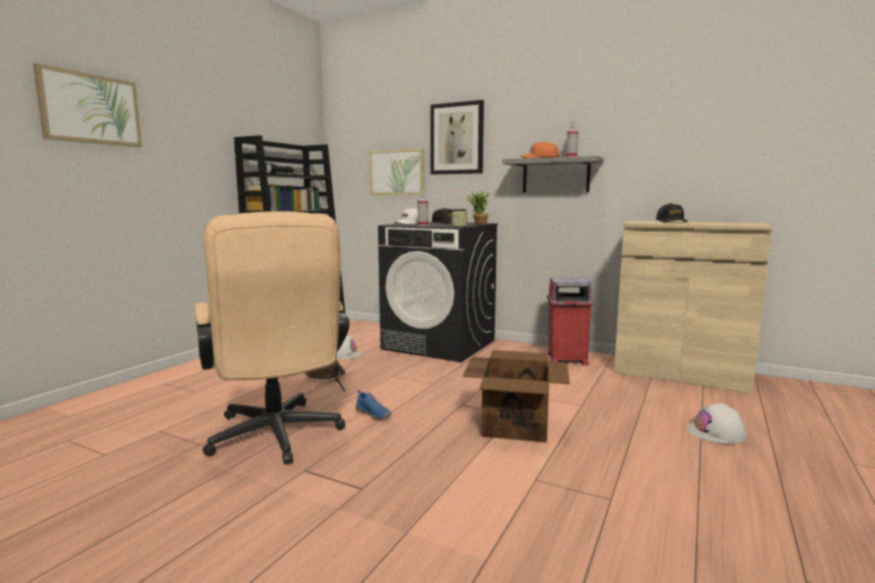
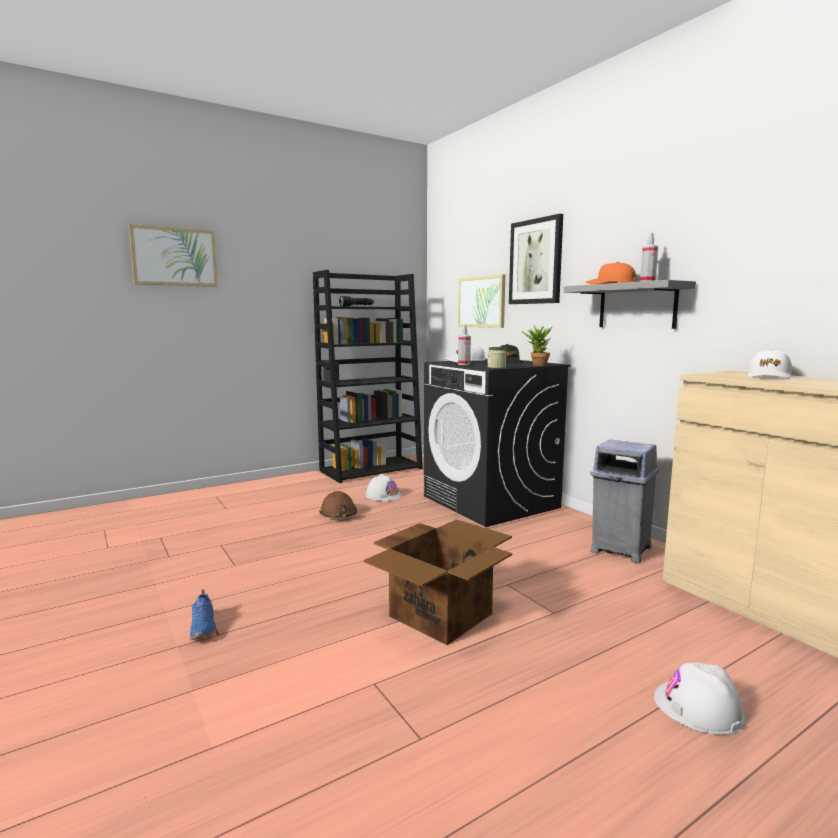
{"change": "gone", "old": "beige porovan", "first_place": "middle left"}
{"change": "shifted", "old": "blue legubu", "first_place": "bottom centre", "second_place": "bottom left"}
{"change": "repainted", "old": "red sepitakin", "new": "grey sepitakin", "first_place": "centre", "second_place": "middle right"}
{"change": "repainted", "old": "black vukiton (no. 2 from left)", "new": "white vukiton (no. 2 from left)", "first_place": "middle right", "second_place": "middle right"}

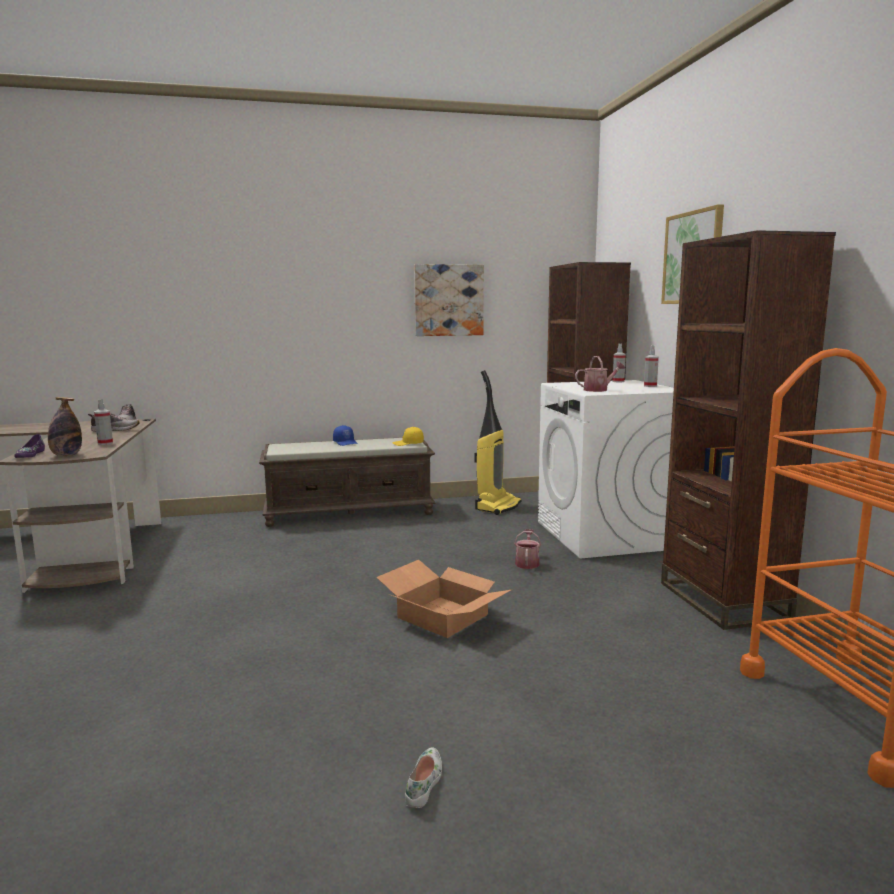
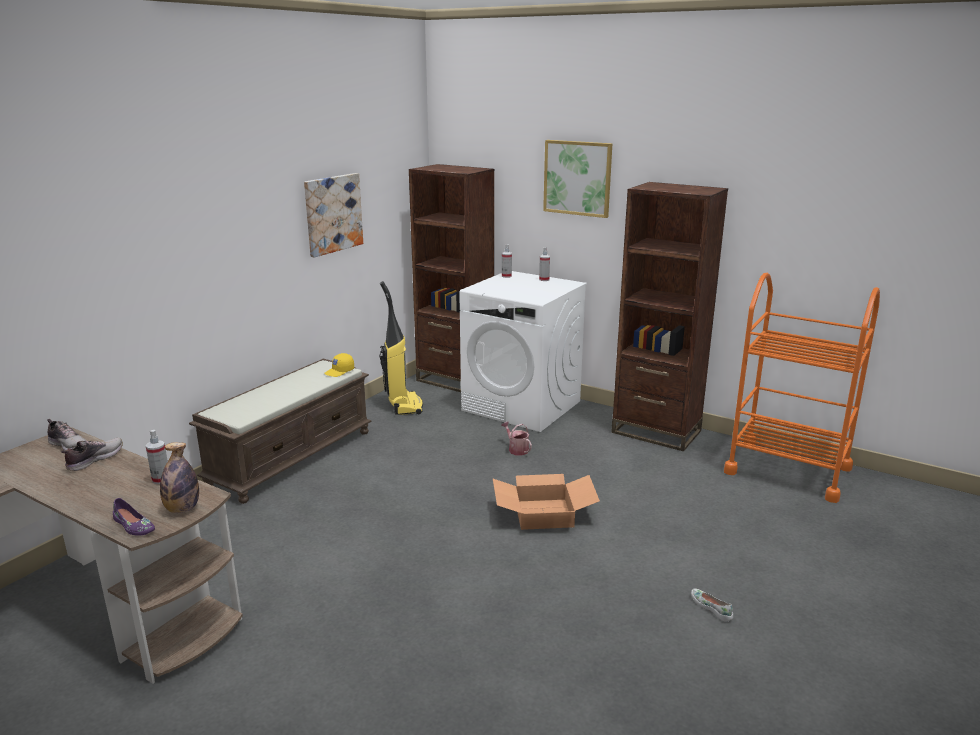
{"change": "gone", "old": "blue vukiton", "first_place": "centre"}
{"change": "gone", "old": "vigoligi (no. 2 from left)", "first_place": "middle right"}

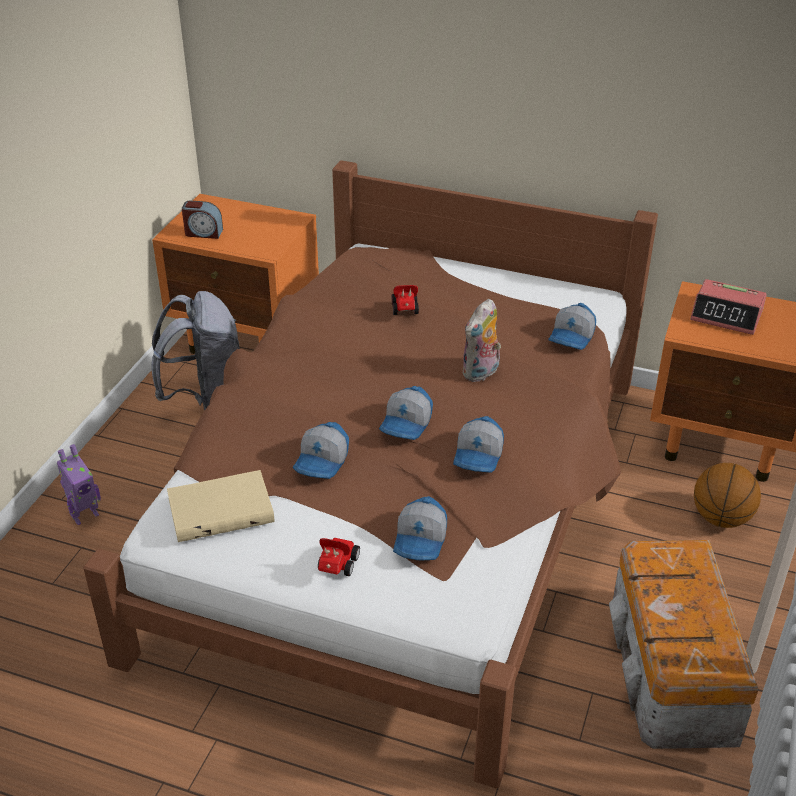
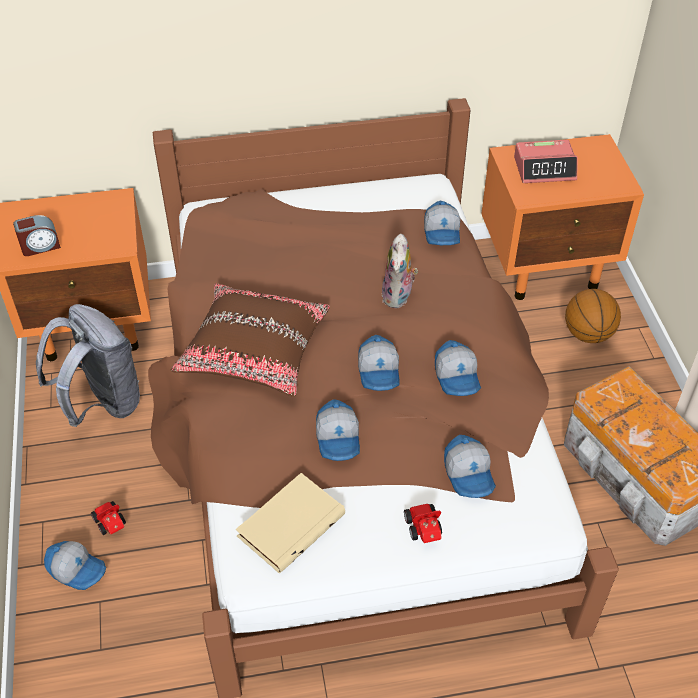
{"change": "swapped", "old": "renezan", "new": "vukiton (no. 1 from left)", "first_place": "middle left", "second_place": "bottom left"}
{"change": "shifted", "old": "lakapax (no. 2 from left in the first image)", "new": "lakapax (no. 1 from left)", "first_place": "centre", "second_place": "bottom left"}
{"change": "new", "new": "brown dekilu", "second_place": "centre"}

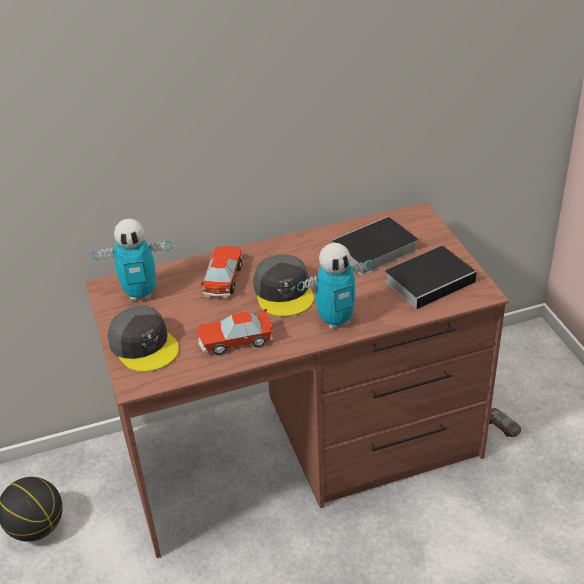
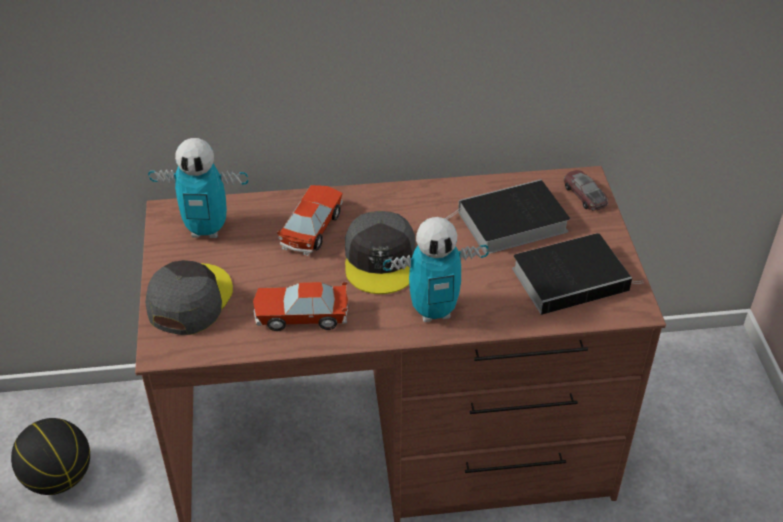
{"change": "rotated", "old": "grey vukiton (no. 1 from left)", "first_place": "middle left", "second_place": "middle left", "degrees": -135}
{"change": "shifted", "old": "lakapax (no. 3 from left)", "first_place": "bottom right", "second_place": "middle right"}

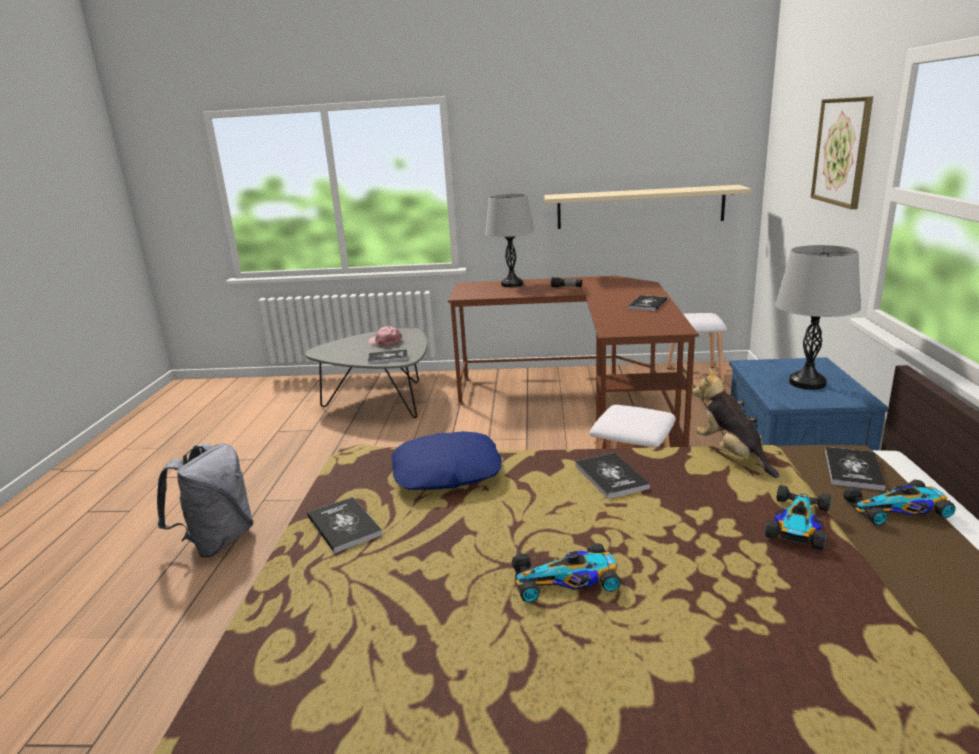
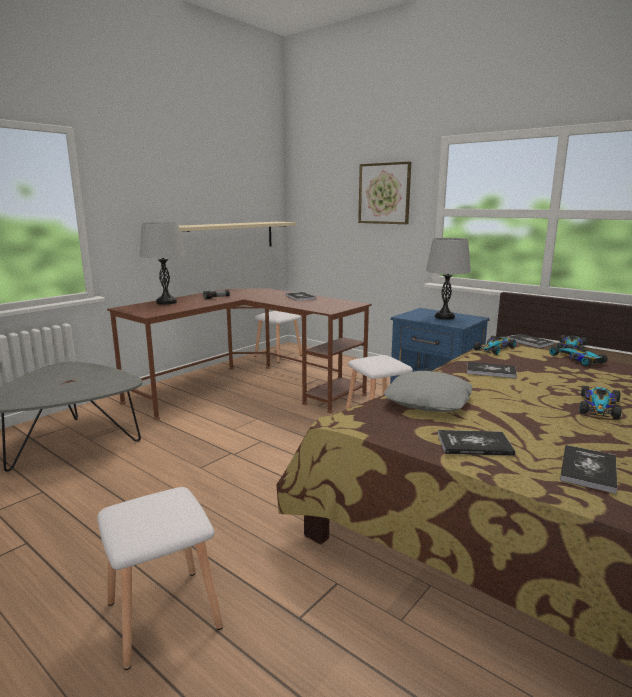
{"change": "swapped", "old": "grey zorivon", "new": "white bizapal (no. 1 from left)", "first_place": "middle left", "second_place": "bottom left"}
{"change": "gone", "old": "pink vukiton", "first_place": "centre"}
{"change": "shifted", "old": "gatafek (no. 2 from left in the first image)", "new": "gatafek (no. 5 from left)", "first_place": "centre", "second_place": "bottom right"}
{"change": "repainted", "old": "blue dekilu", "new": "grey dekilu", "first_place": "centre", "second_place": "middle right"}
{"change": "swapped", "old": "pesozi", "new": "lakapax (no. 1 from left)", "first_place": "middle right", "second_place": "middle right"}

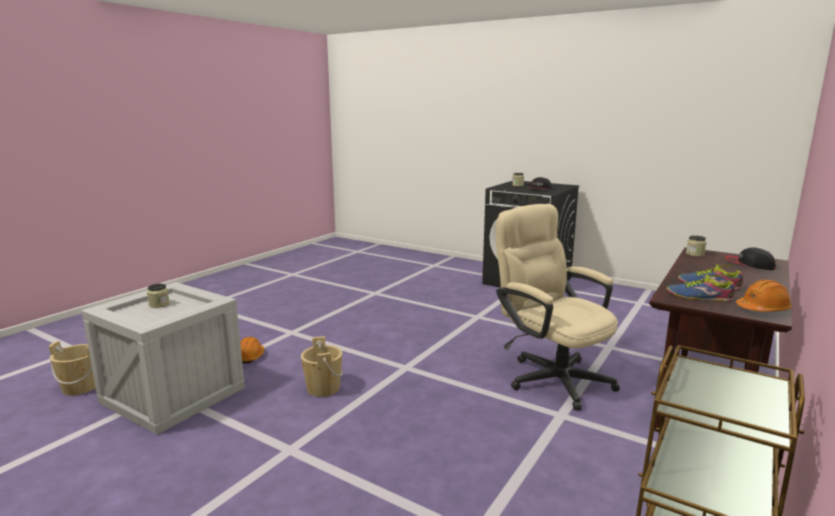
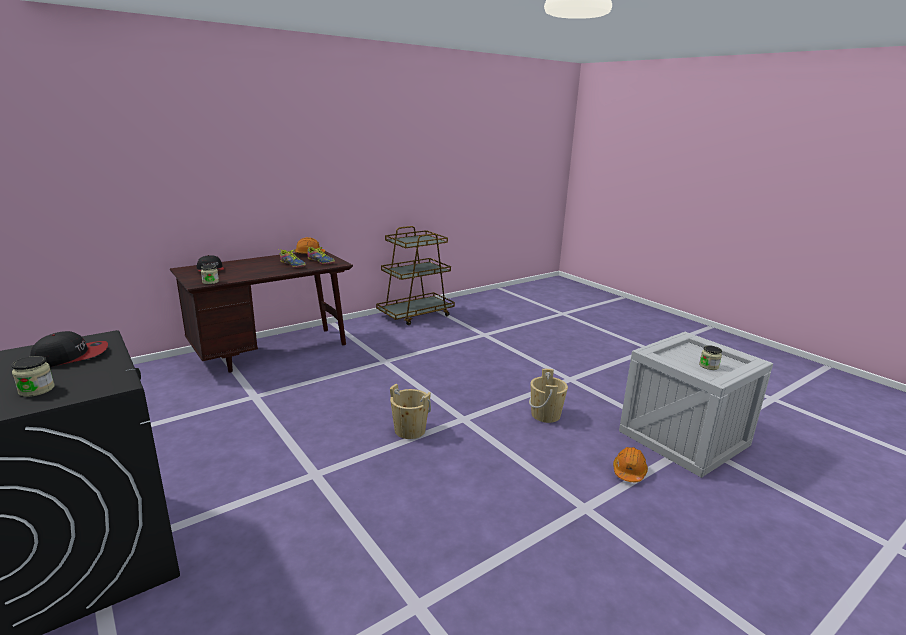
{"change": "shifted", "old": "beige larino (no. 1 from left)", "first_place": "bottom left", "second_place": "centre"}
{"change": "gone", "old": "beige porovan", "first_place": "middle right"}

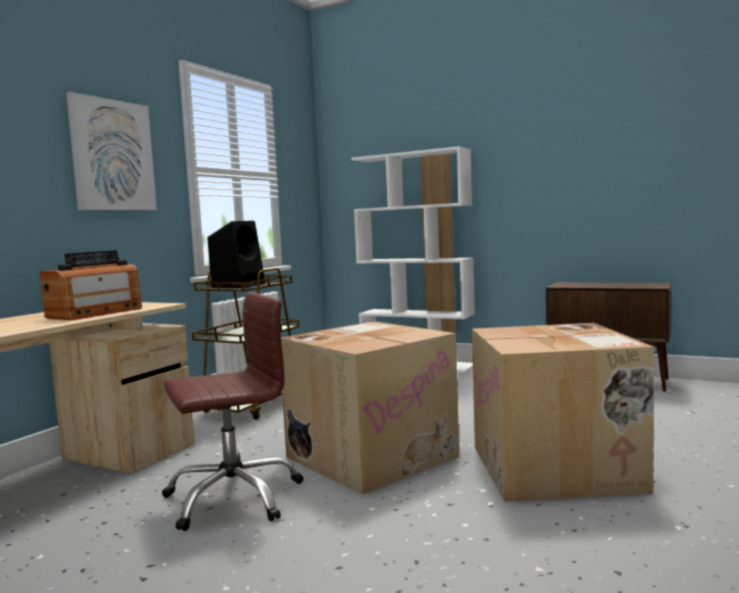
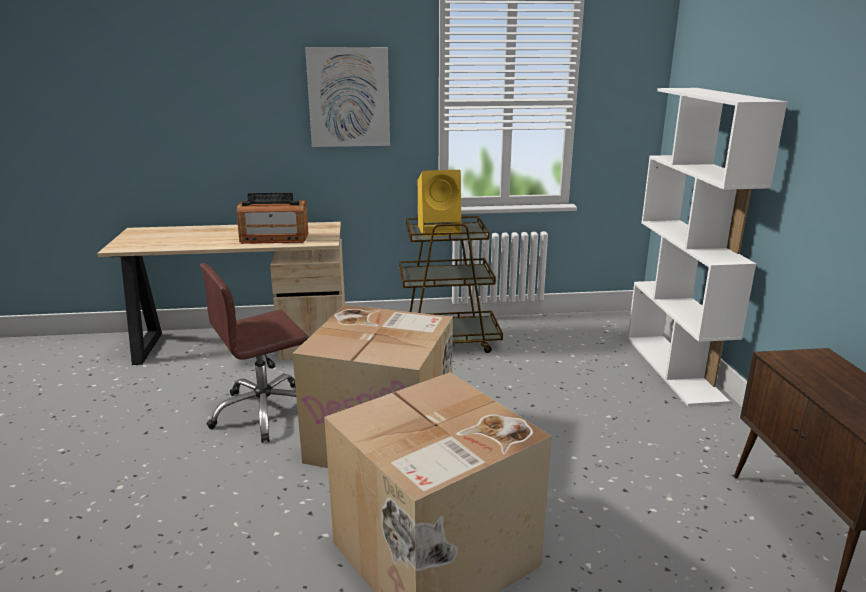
{"change": "rotated", "old": "brown porovan", "first_place": "bottom left", "second_place": "middle left", "degrees": 120}
{"change": "repainted", "old": "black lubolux", "new": "yellow lubolux", "first_place": "middle left", "second_place": "centre"}

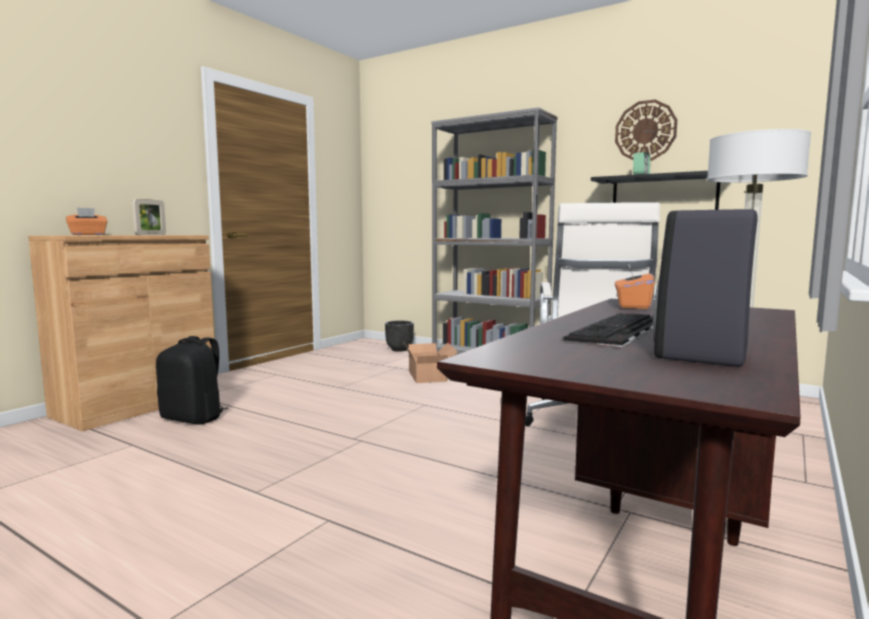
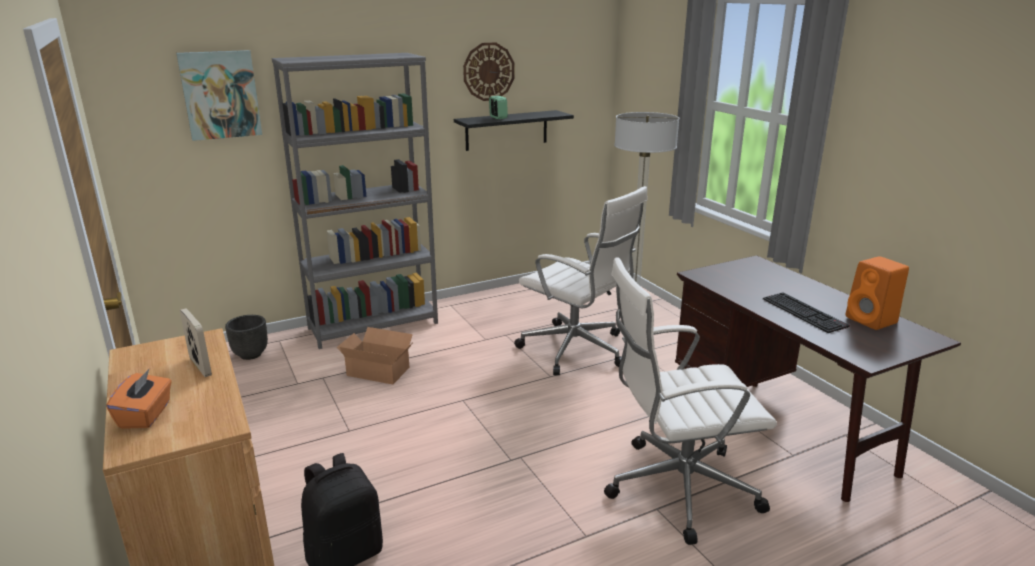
{"change": "gone", "old": "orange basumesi (no. 2 from left)", "first_place": "middle right"}
{"change": "repainted", "old": "black lubolux", "new": "orange lubolux", "first_place": "middle right", "second_place": "middle right"}
{"change": "new", "new": "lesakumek", "second_place": "top left"}
{"change": "new", "new": "white porovan (no. 2 from left)", "second_place": "bottom right"}

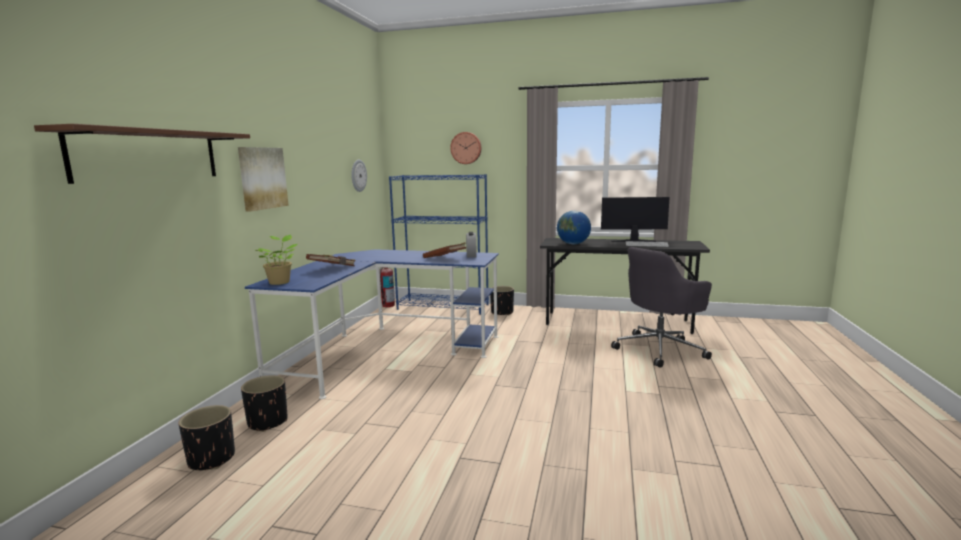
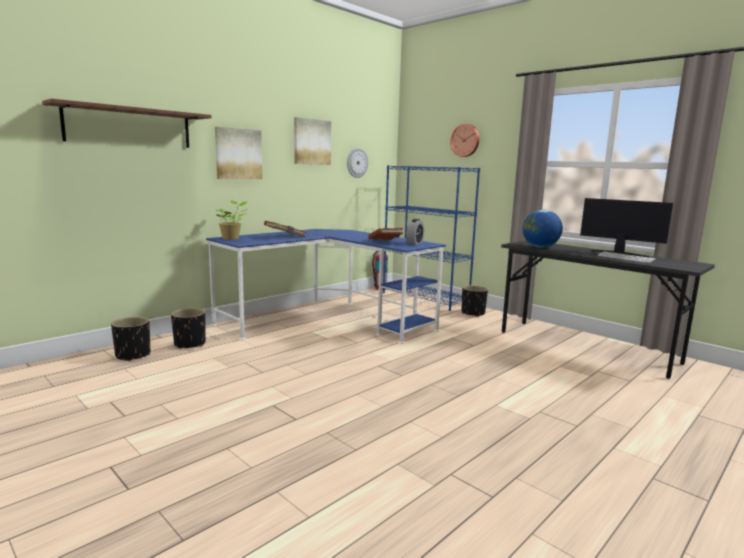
{"change": "gone", "old": "grey porovan", "first_place": "middle right"}
{"change": "new", "new": "lesakumek (no. 2 from left)", "second_place": "top centre"}

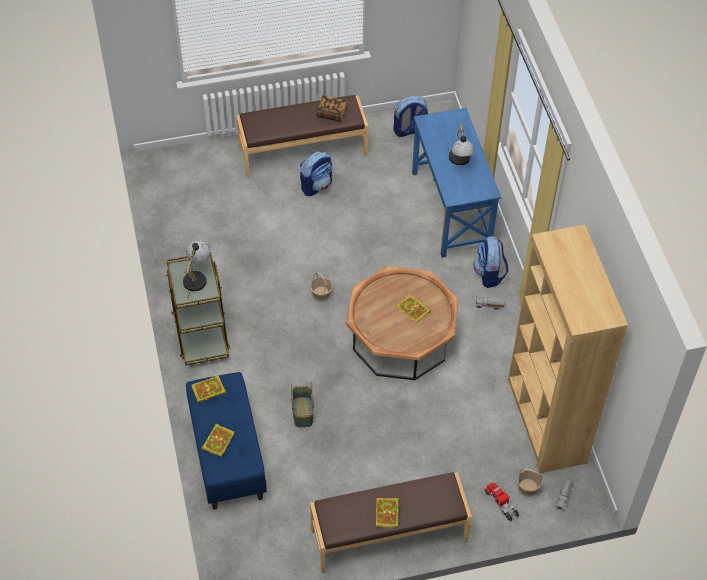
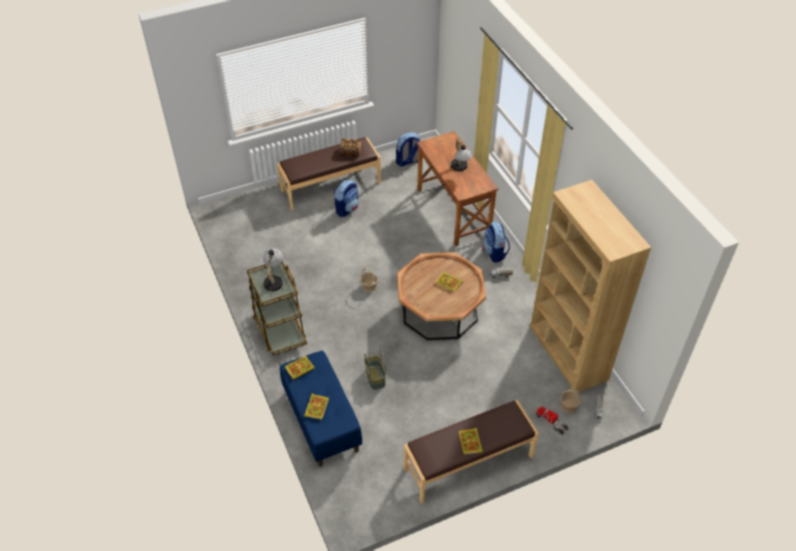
{"change": "repainted", "old": "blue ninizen", "new": "brown ninizen", "first_place": "top centre", "second_place": "centre"}

